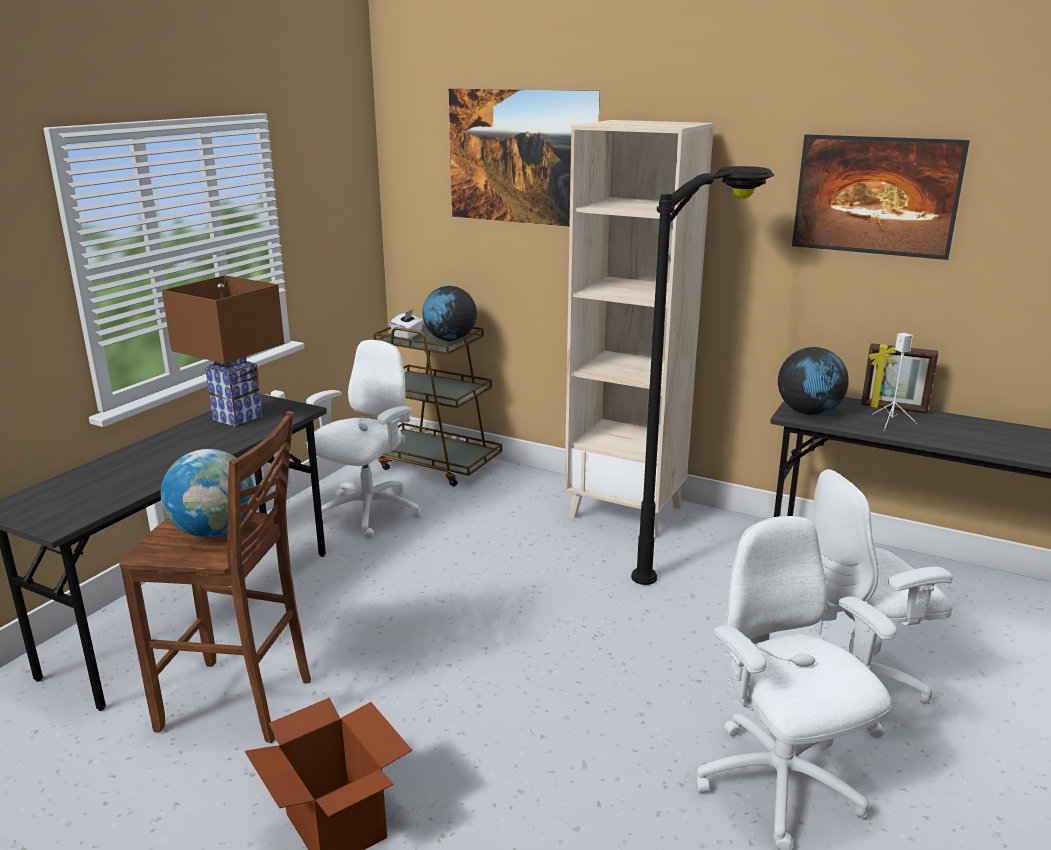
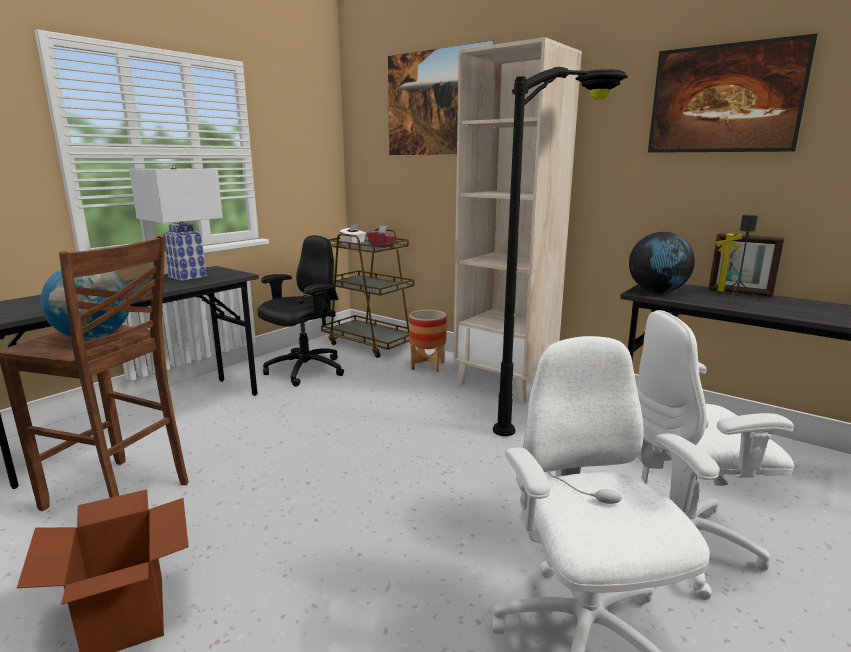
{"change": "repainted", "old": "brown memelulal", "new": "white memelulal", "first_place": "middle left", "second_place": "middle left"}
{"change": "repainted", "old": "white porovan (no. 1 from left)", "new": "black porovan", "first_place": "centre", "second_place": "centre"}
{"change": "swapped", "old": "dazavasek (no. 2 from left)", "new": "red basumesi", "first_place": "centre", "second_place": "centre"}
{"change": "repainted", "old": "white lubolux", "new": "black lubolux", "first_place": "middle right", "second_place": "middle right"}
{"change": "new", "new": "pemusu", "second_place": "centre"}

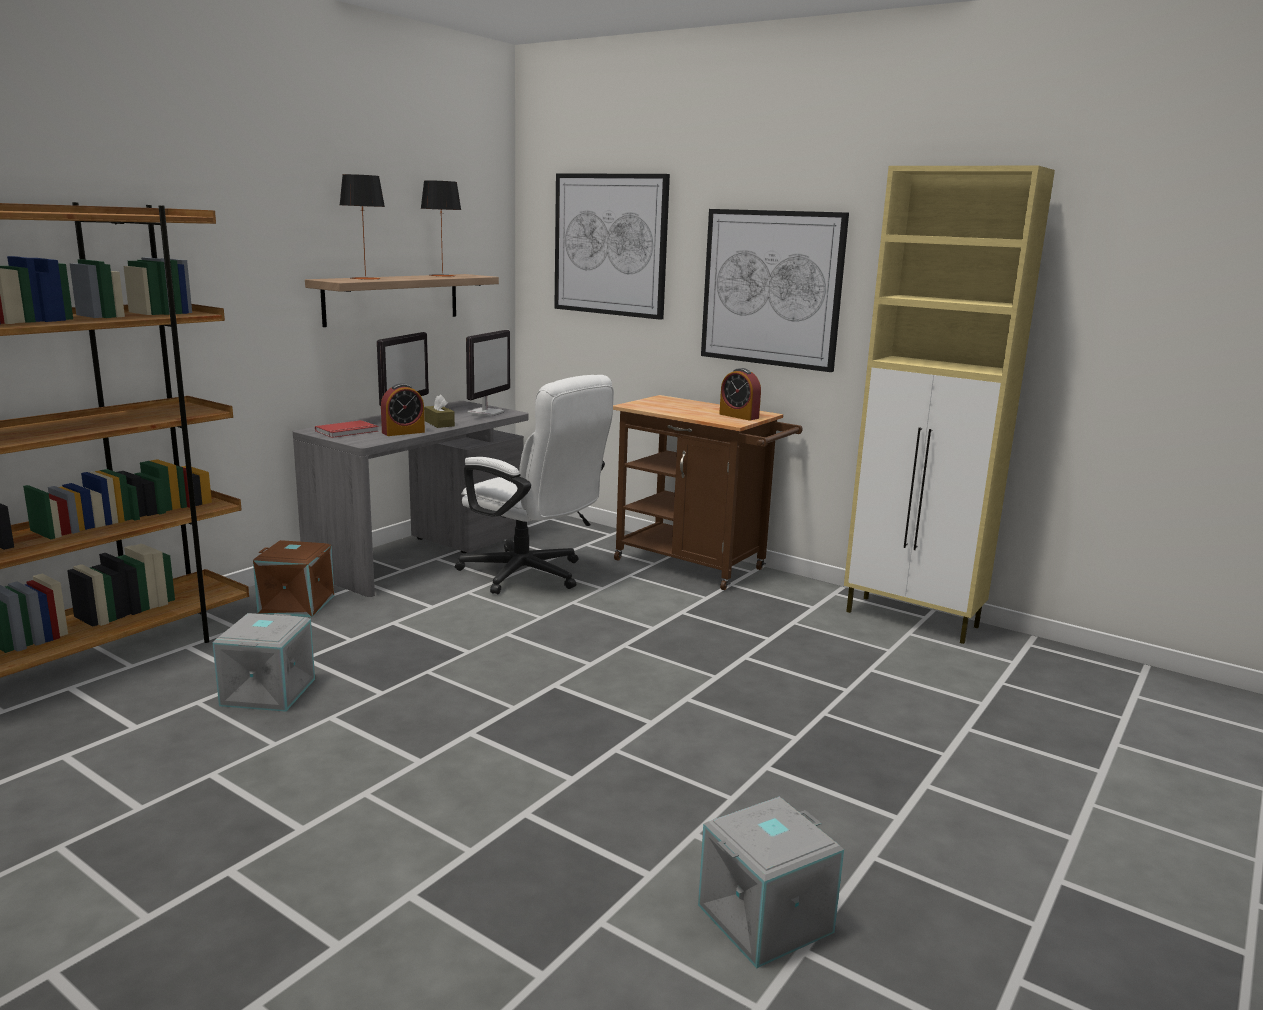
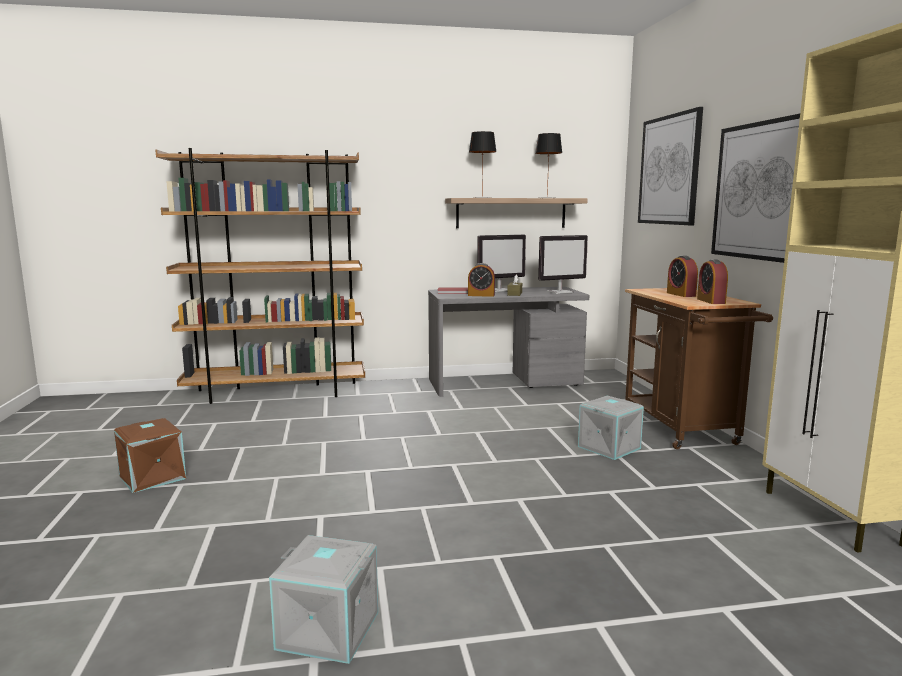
{"change": "shifted", "old": "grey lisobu (no. 1 from left in the first image)", "new": "grey lisobu (no. 2 from left)", "first_place": "middle left", "second_place": "middle right"}
{"change": "shifted", "old": "brown lisobu", "first_place": "middle left", "second_place": "bottom left"}
{"change": "gone", "old": "white porovan", "first_place": "centre"}
{"change": "new", "new": "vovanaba (no. 2 from left)", "second_place": "middle right"}

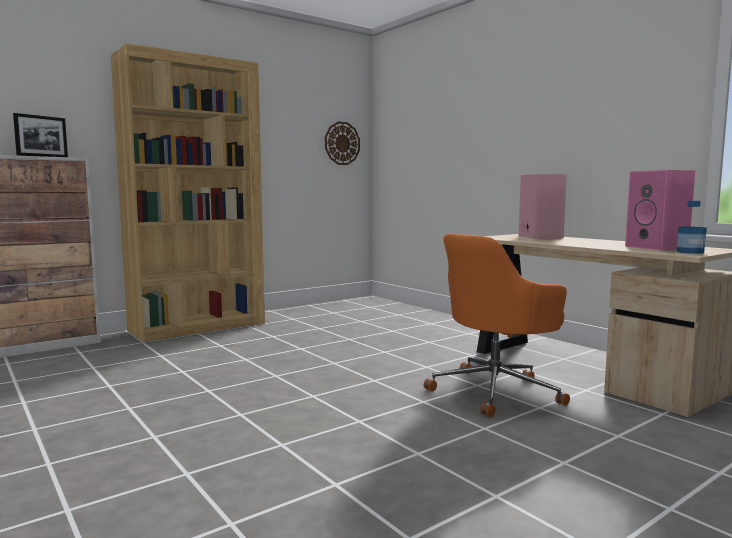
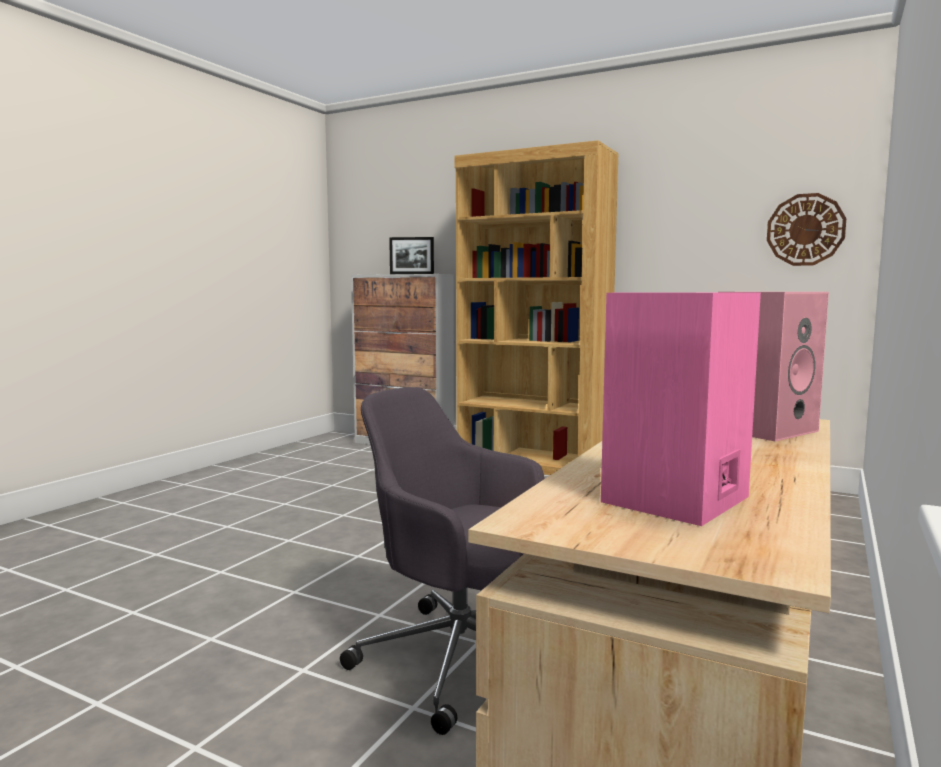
{"change": "repainted", "old": "orange porovan", "new": "grey porovan", "first_place": "middle right", "second_place": "bottom centre"}
{"change": "gone", "old": "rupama", "first_place": "middle right"}

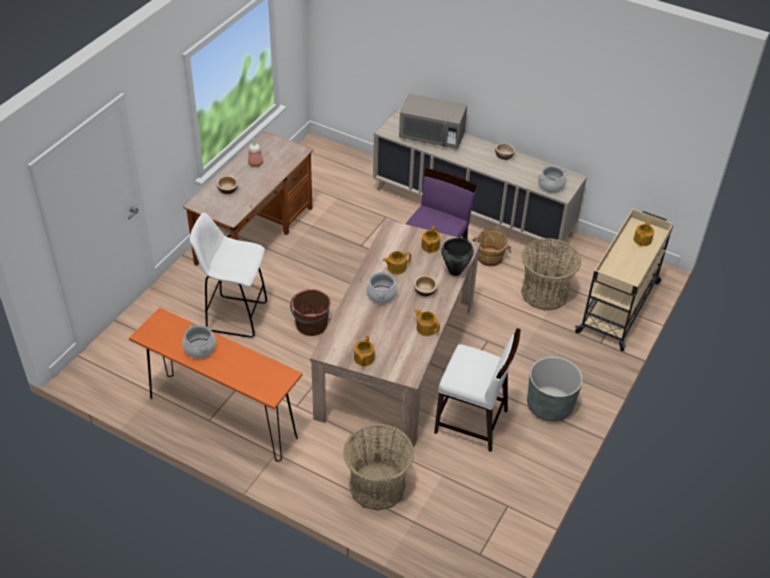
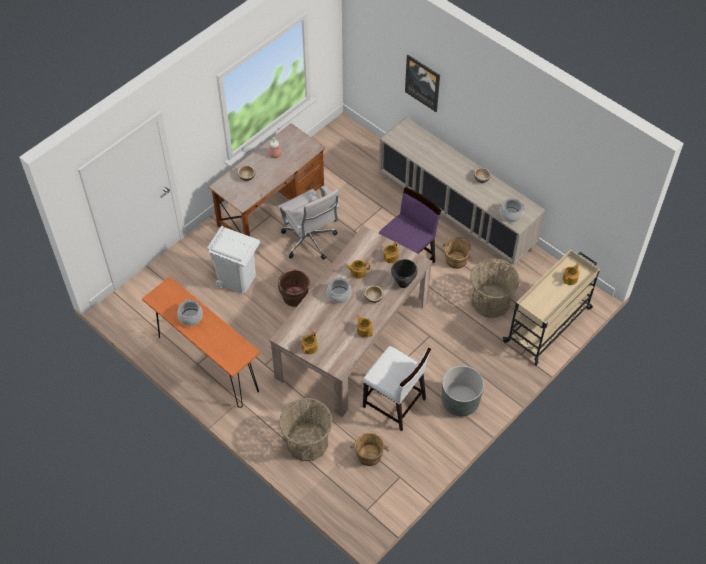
{"change": "swapped", "old": "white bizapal", "new": "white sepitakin", "first_place": "middle left", "second_place": "middle left"}
{"change": "gone", "old": "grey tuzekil", "first_place": "top centre"}
{"change": "new", "new": "white porovan", "second_place": "centre"}
{"change": "new", "new": "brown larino (no. 2 from left)", "second_place": "bottom centre"}
{"change": "new", "new": "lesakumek", "second_place": "top centre"}

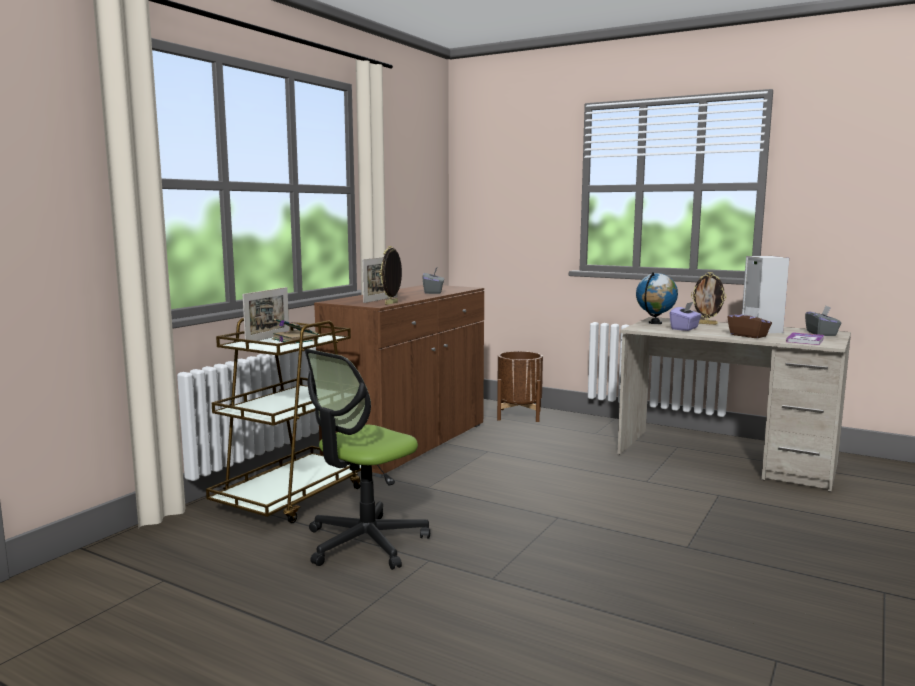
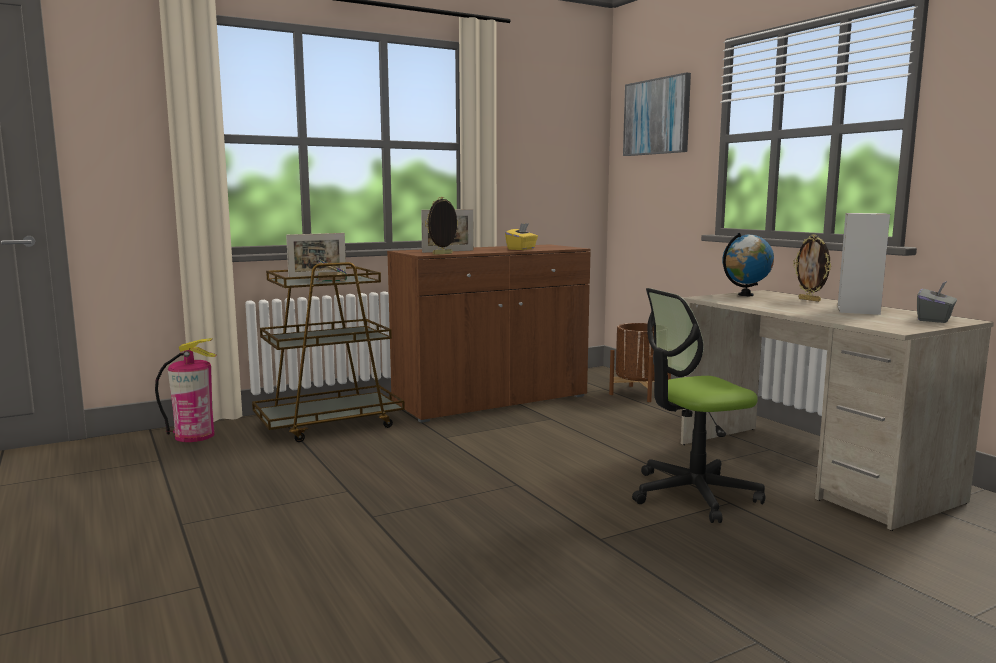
{"change": "shifted", "old": "porovan", "first_place": "bottom centre", "second_place": "middle right"}
{"change": "repainted", "old": "grey basumesi (no. 1 from left)", "new": "yellow basumesi", "first_place": "centre", "second_place": "centre"}
{"change": "gone", "old": "purple basumesi", "first_place": "middle right"}
{"change": "gone", "old": "brown basumesi", "first_place": "middle right"}
{"change": "gone", "old": "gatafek (no. 2 from left)", "first_place": "middle right"}
{"change": "new", "new": "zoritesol", "second_place": "middle left"}
{"change": "new", "new": "lesakumek", "second_place": "top centre"}

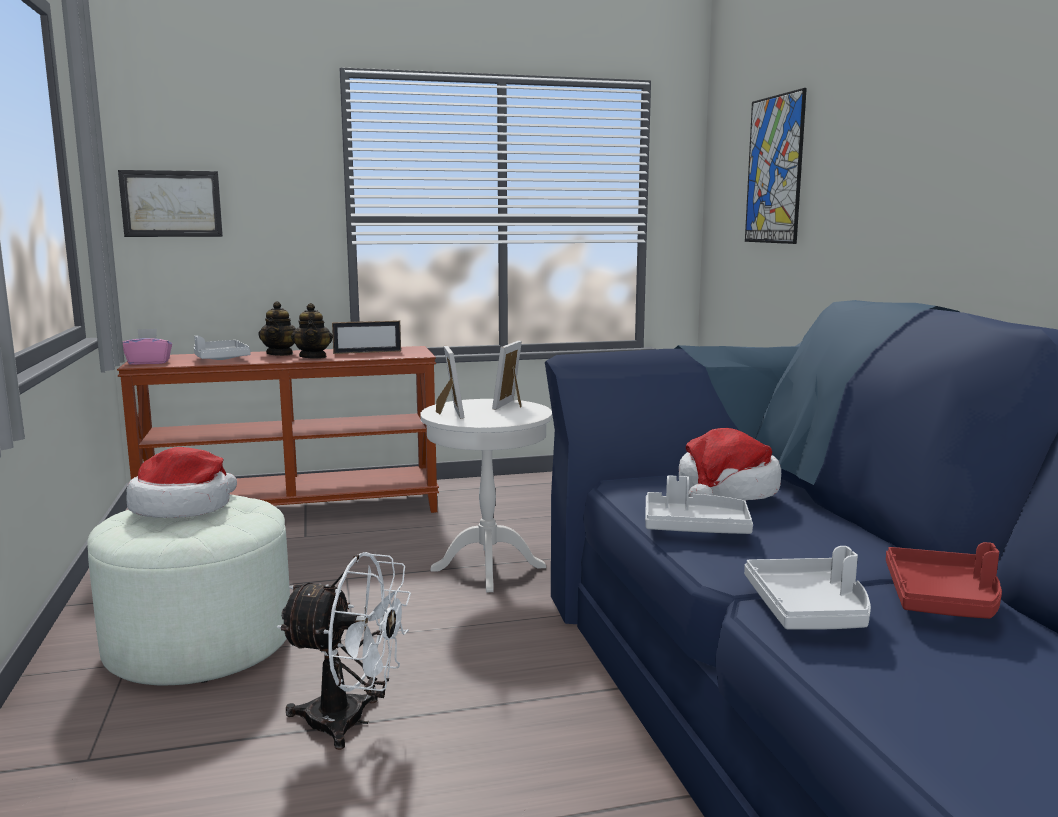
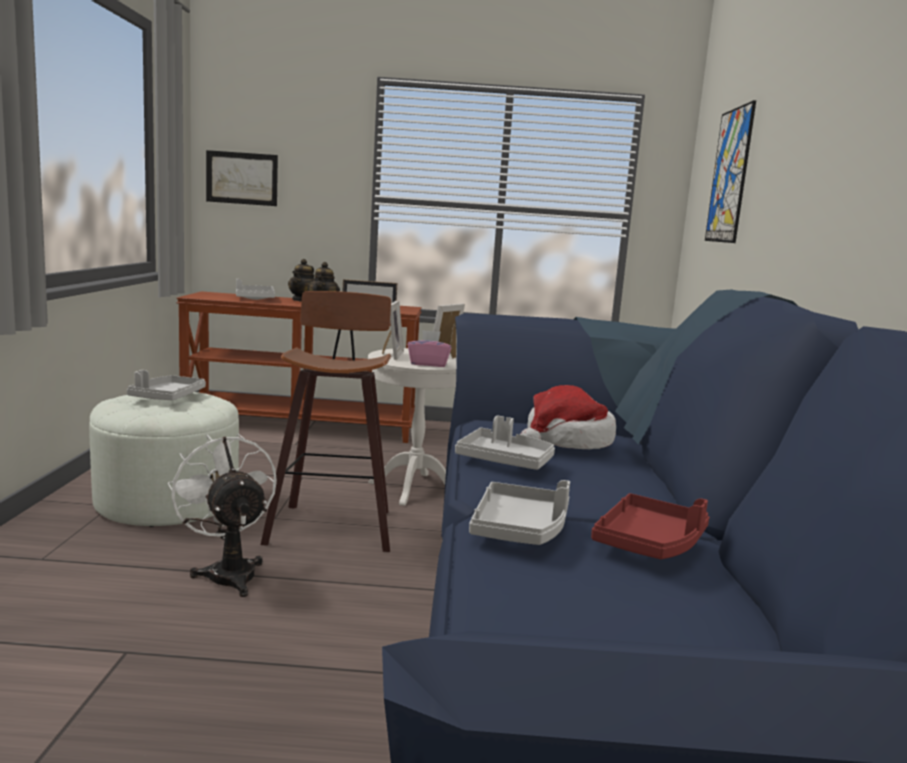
{"change": "shifted", "old": "pink basumesi", "first_place": "middle left", "second_place": "centre"}
{"change": "swapped", "old": "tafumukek (no. 1 from left)", "new": "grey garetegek (no. 1 from left)", "first_place": "middle left", "second_place": "middle left"}
{"change": "rotated", "old": "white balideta", "first_place": "bottom left", "second_place": "bottom left", "degrees": -150}
{"change": "new", "new": "bizapal", "second_place": "centre"}

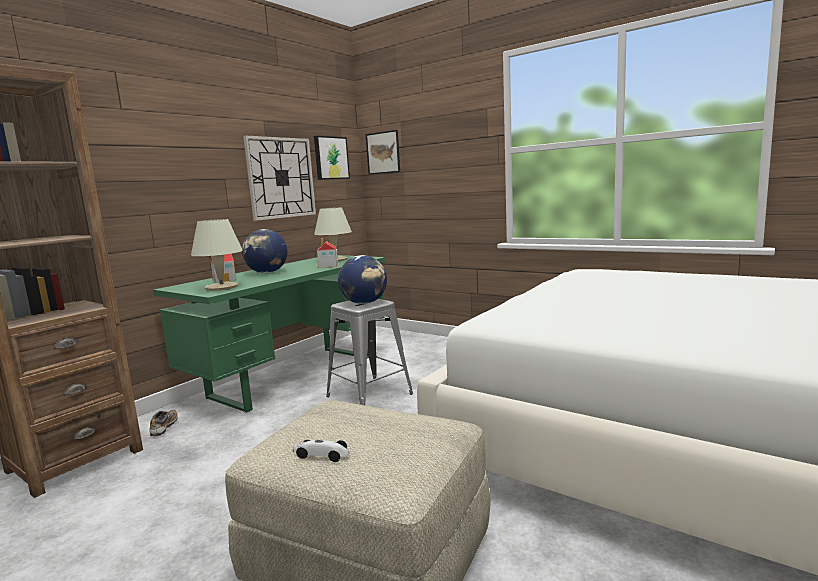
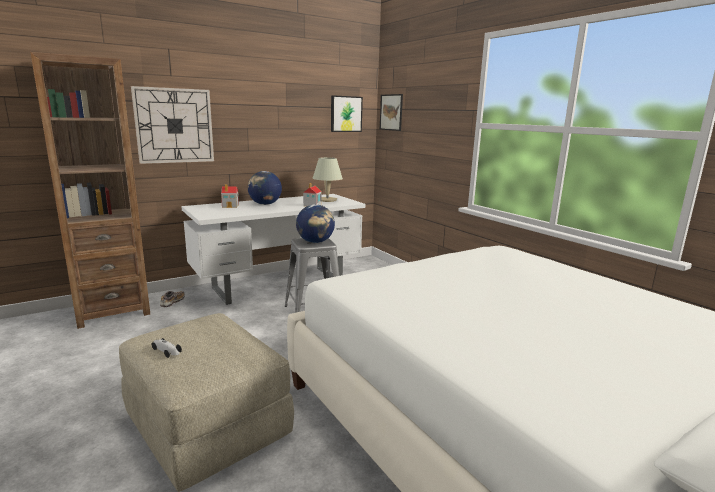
{"change": "repainted", "old": "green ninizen", "new": "white ninizen", "first_place": "middle left", "second_place": "centre"}
{"change": "gone", "old": "beige memelulal (no. 1 from left)", "first_place": "middle left"}
{"change": "shifted", "old": "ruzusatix", "first_place": "top centre", "second_place": "top left"}

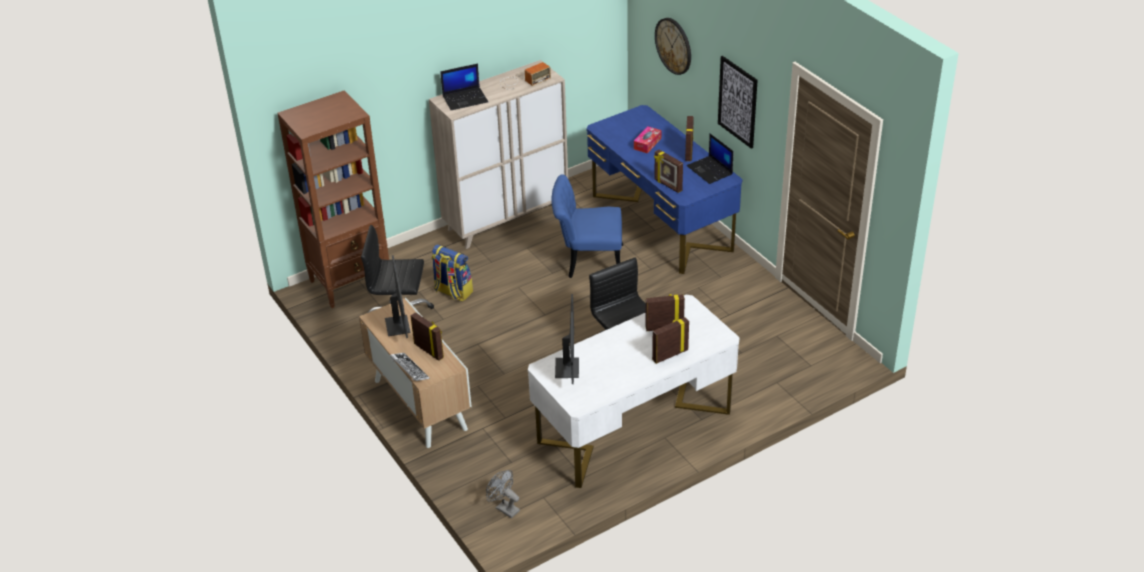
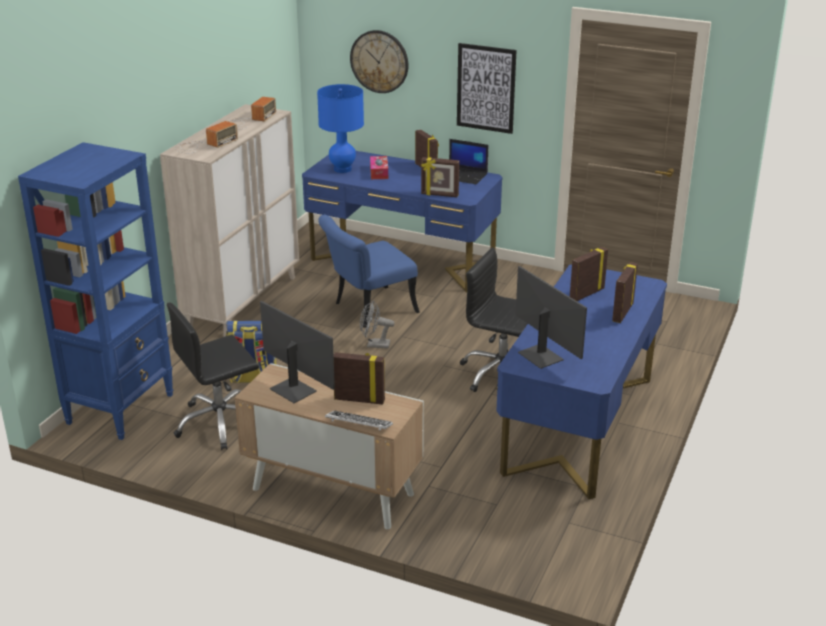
{"change": "repainted", "old": "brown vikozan", "new": "blue vikozan", "first_place": "middle left", "second_place": "middle left"}
{"change": "swapped", "old": "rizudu (no. 1 from left)", "new": "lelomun (no. 1 from left)", "first_place": "top centre", "second_place": "top left"}
{"change": "shifted", "old": "grey balideta", "first_place": "bottom centre", "second_place": "centre"}
{"change": "repainted", "old": "white ninizen", "new": "blue ninizen (no. 2 from left)", "first_place": "bottom centre", "second_place": "middle right"}
{"change": "new", "new": "blue memelulal", "second_place": "top centre"}

